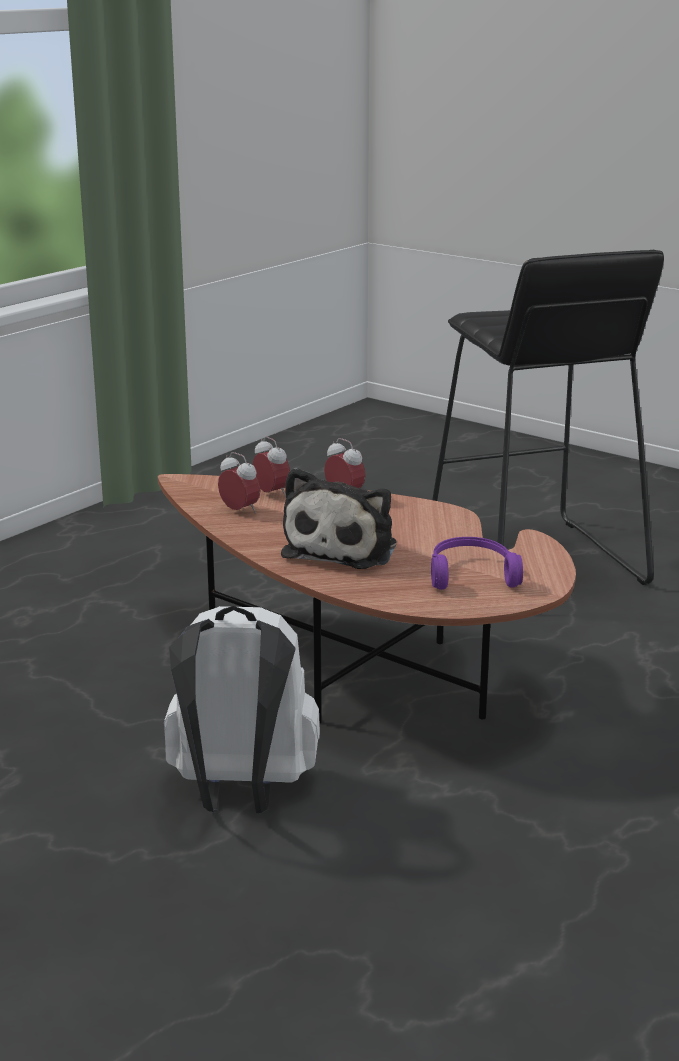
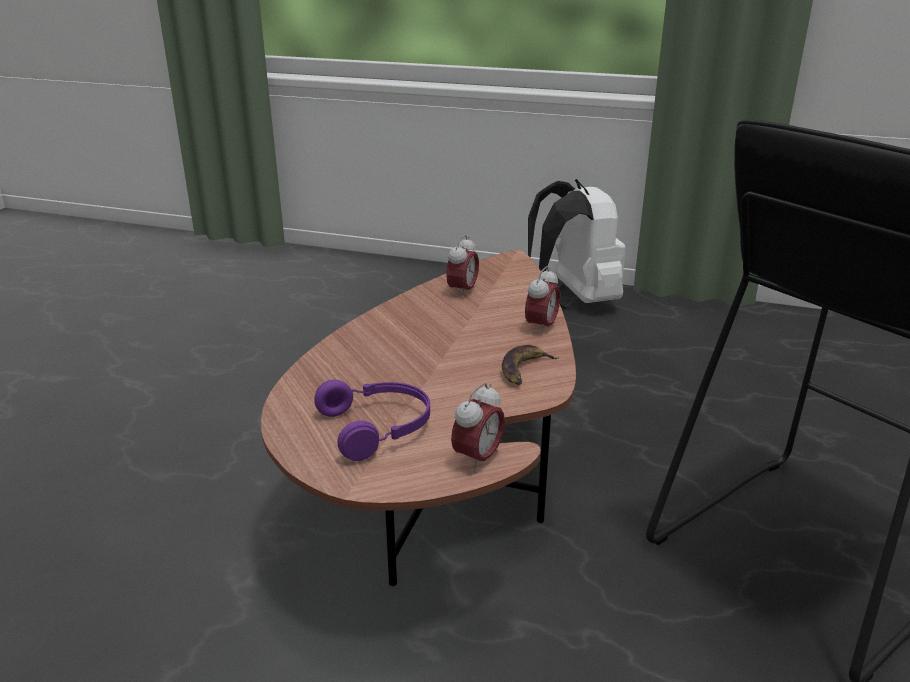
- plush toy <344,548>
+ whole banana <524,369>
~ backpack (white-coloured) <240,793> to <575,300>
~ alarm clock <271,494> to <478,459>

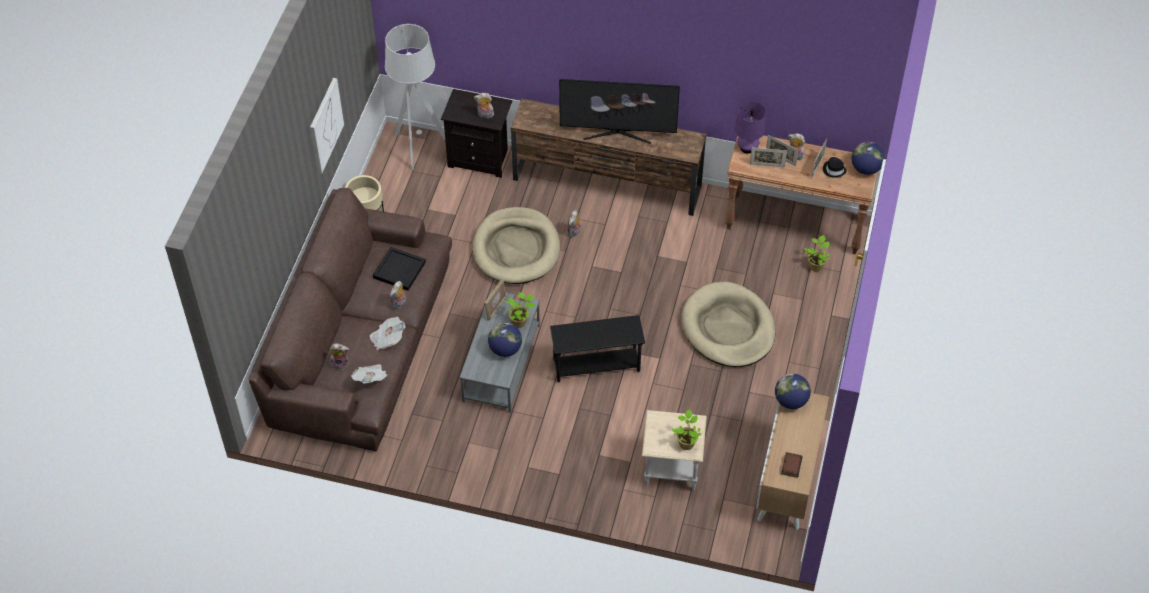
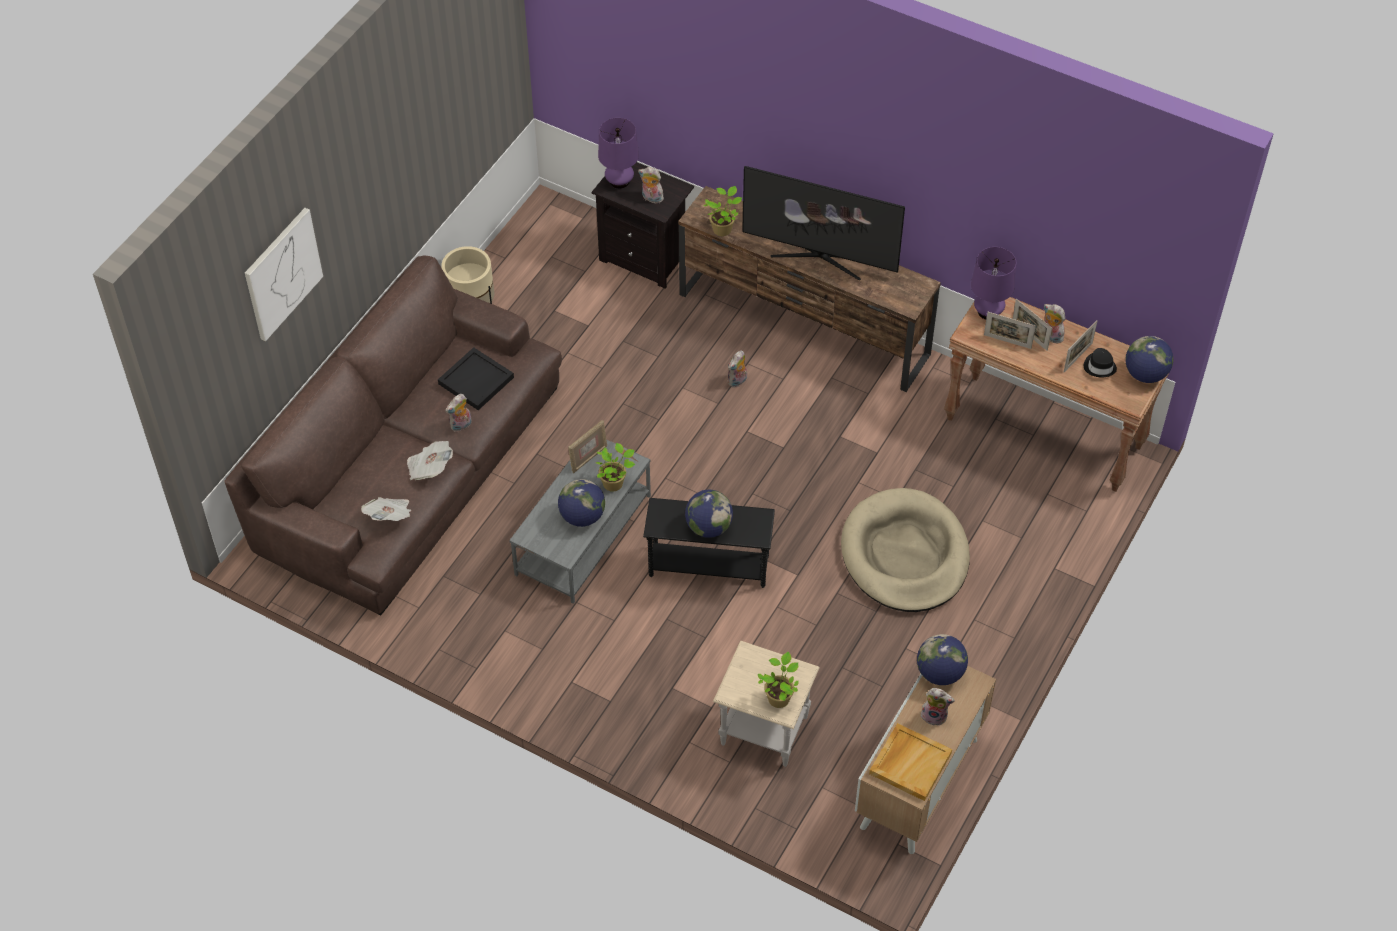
- standard lamp (grey) <418,147>
- pet bed (sand-coloured) <516,249>
+ tabletop lamp (purple-coloured) <619,181>
+ globe <708,527>
~ wall art <325,125> to <282,273>
~ plush toy <341,363> to <935,715>
~ houseplant <815,265> to <722,228>
~ bound book <790,465> to tray (sand-coloured) <910,763>

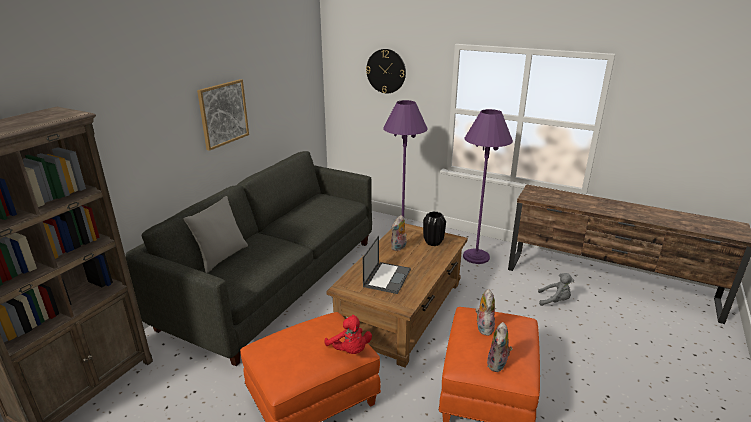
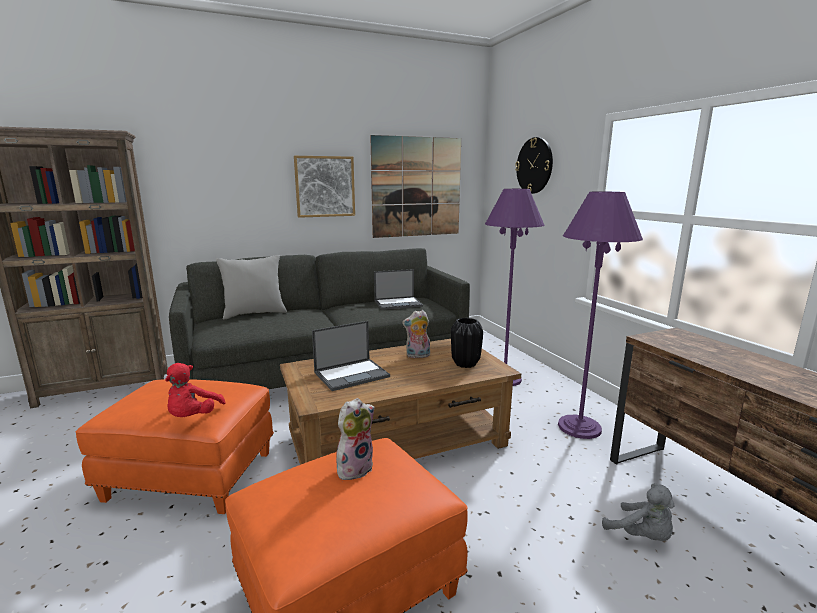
- plush toy <498,365>
+ wall art <416,187>
+ notebook computer <398,303>

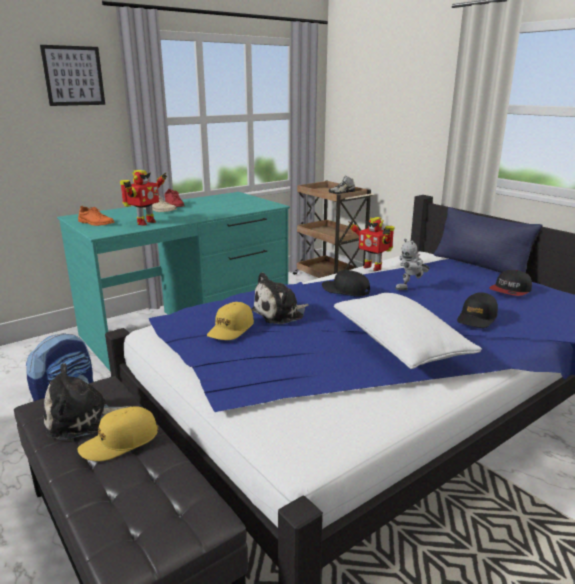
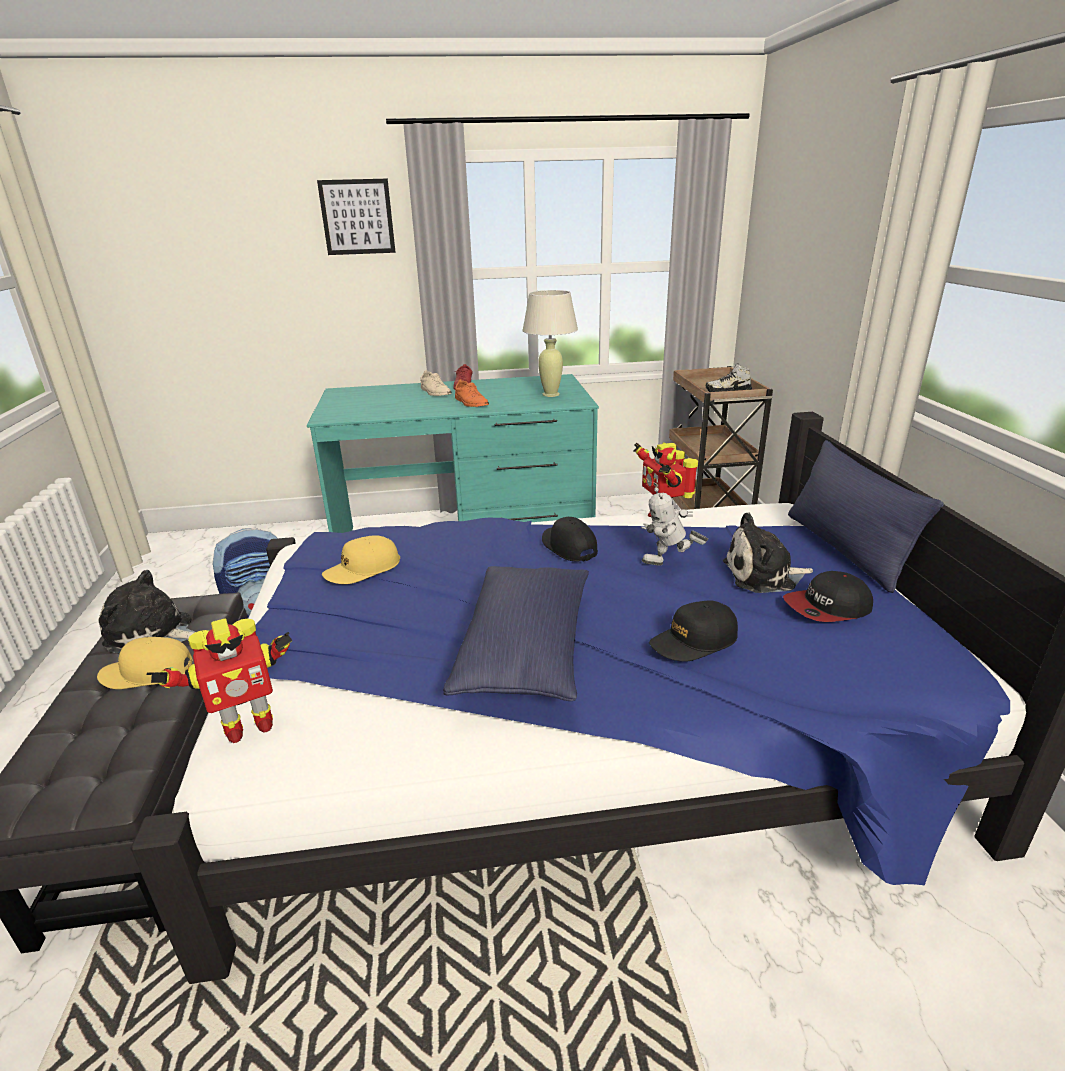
+ tabletop lamp (sand-coloured) <551,394>
~ item of footwear (orange) <96,223> to <471,403>
~ model robot <144,223> to <247,726>
~ plush toy <280,313> to <763,575>
~ pillow (white-coloured) <399,345> to pillow (blue-coloured) <526,651>

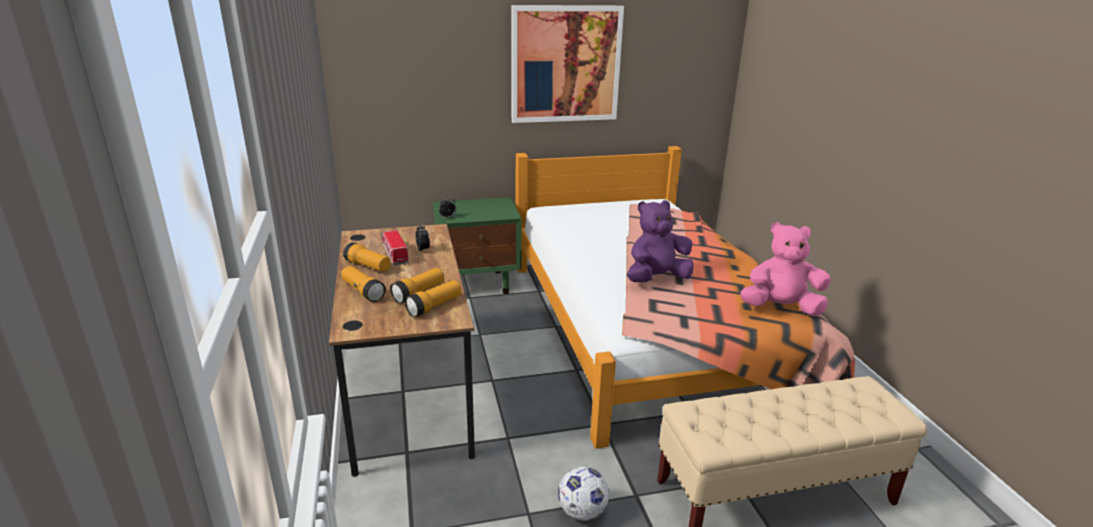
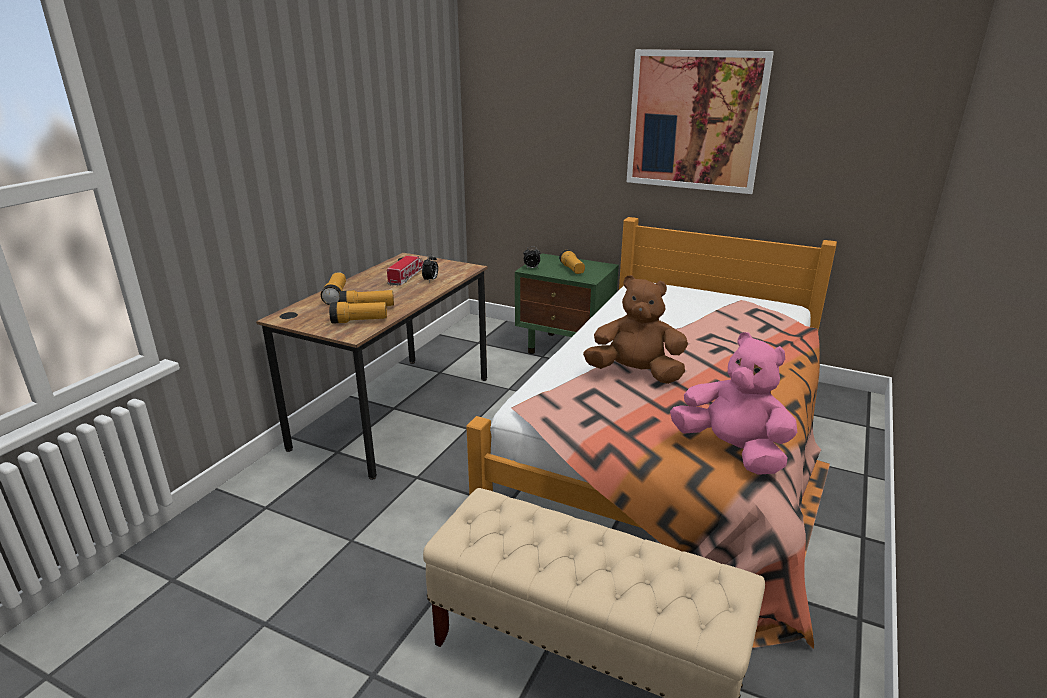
- football ball <581,511>
~ flashlight <368,266> to <572,269>
~ plush toy (purple-coloured) <656,279> to plush toy (brownish) <635,373>

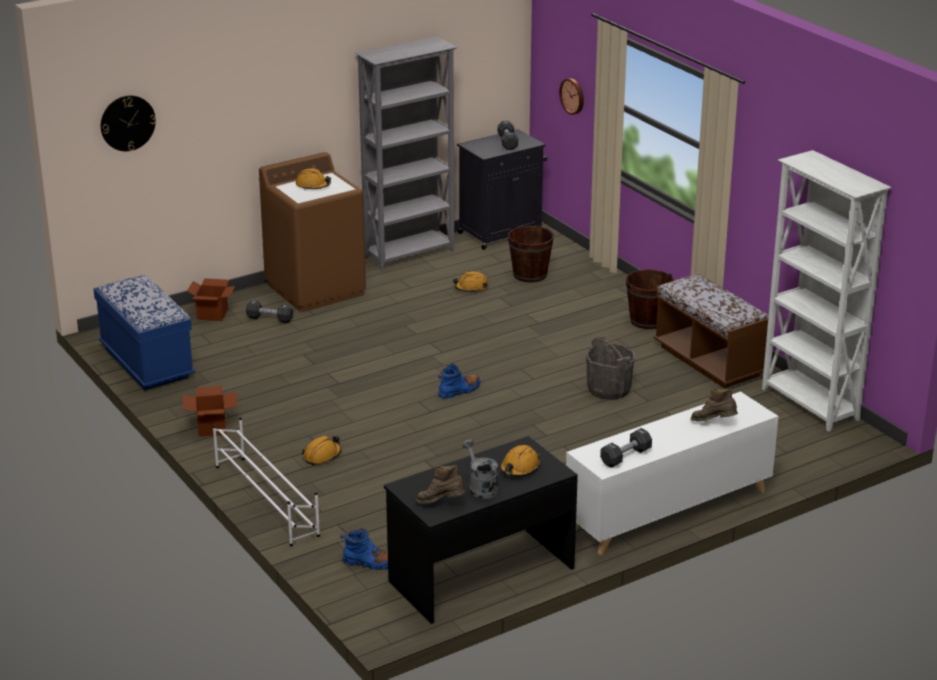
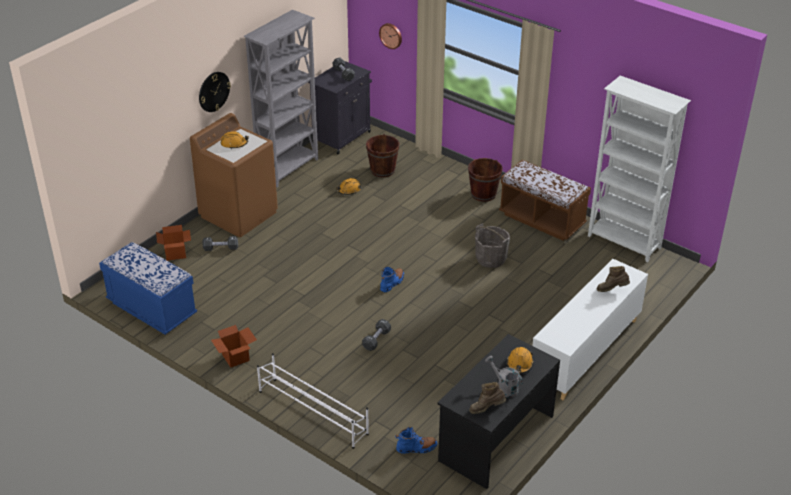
- safety helmet (orange) <322,455>
~ clock on the wall <127,123> to <213,91>
~ hand weight (black) <625,456> to <376,340>

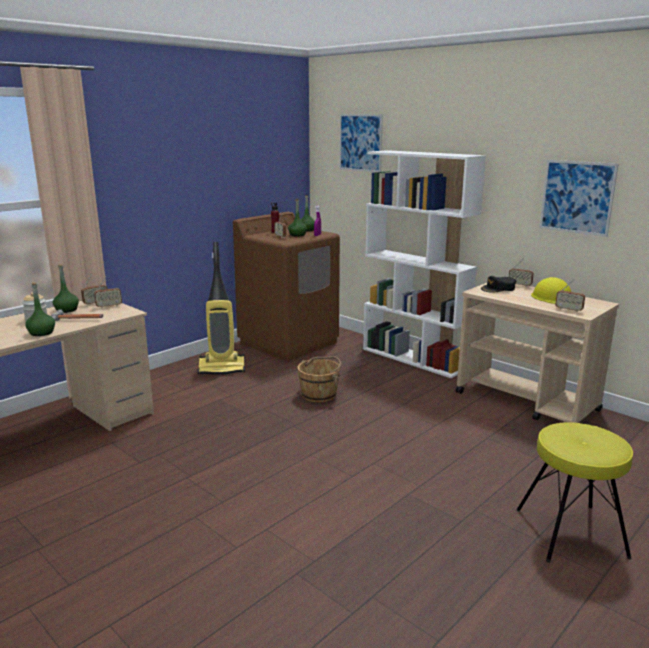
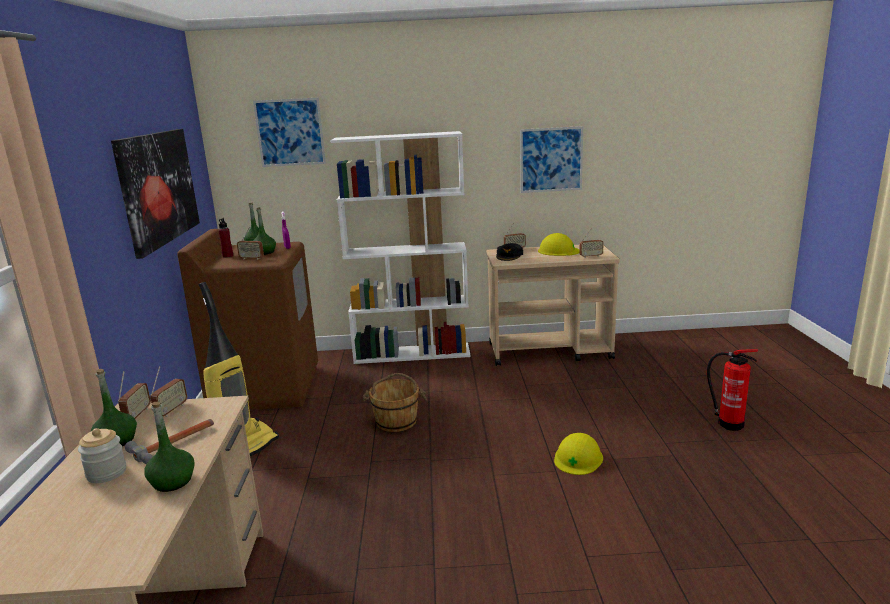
+ wall art <158,188>
+ safety helmet (yellow) <578,458>
~ stool seat (yellow) <571,533> to fire-fighting cylinder <728,423>

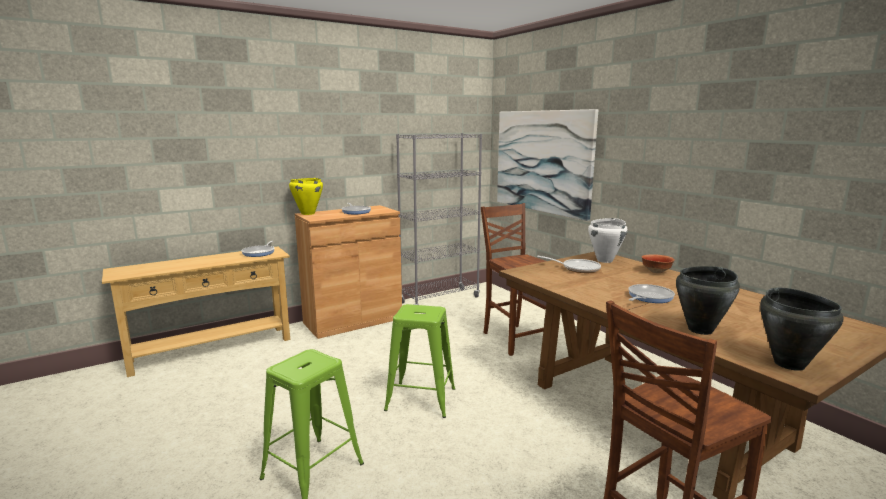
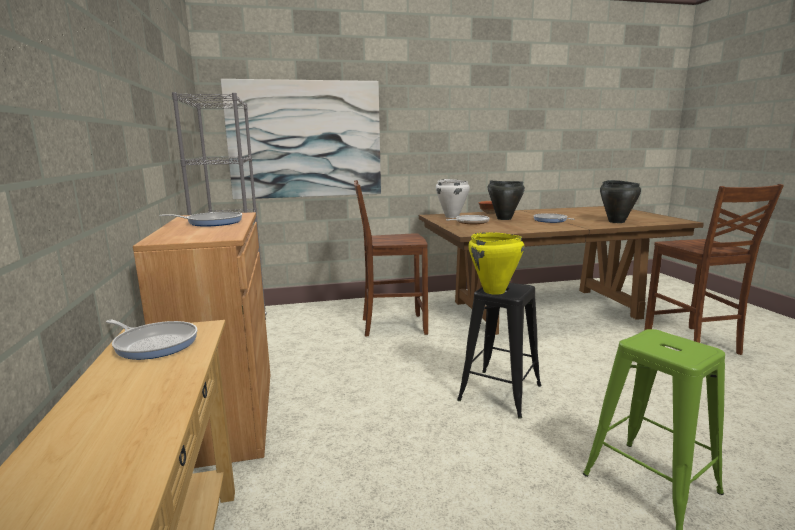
~ cooking pot (yellow) <307,213> to <494,291>
~ cooking pot (black) <789,364> to <504,218>
~ stool seat (green) <420,399> to stool seat (black) <499,393>

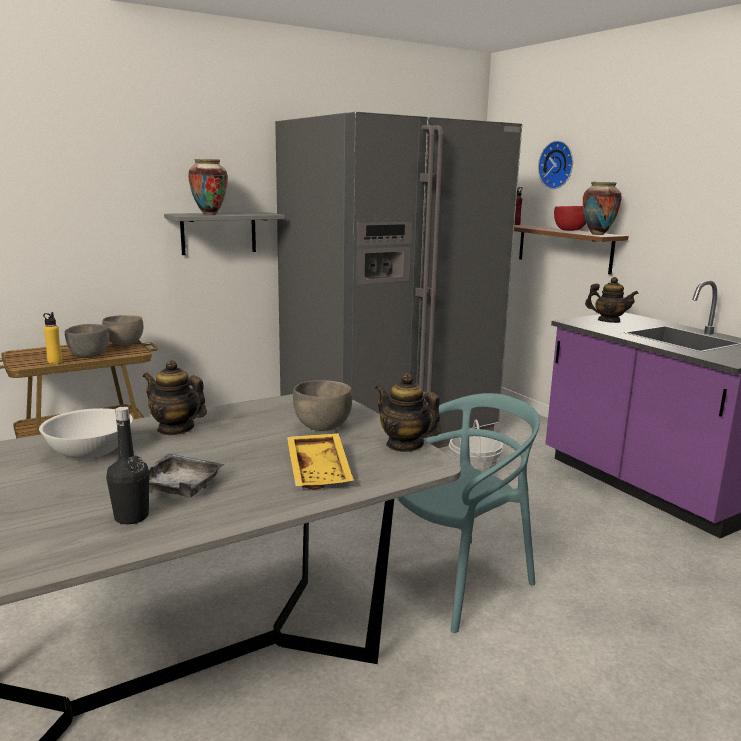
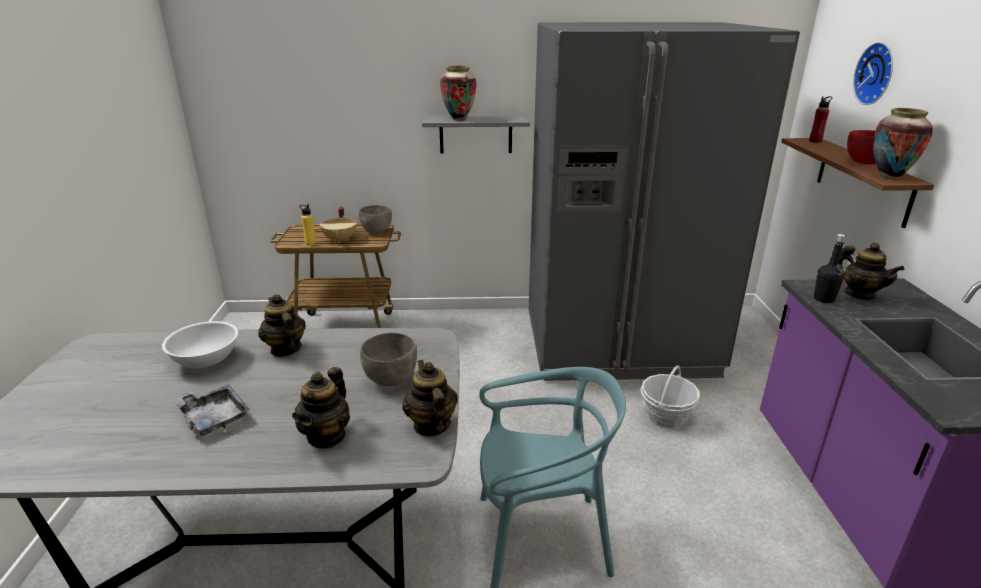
~ bottle (black) <131,517> to <824,299>
~ bowl (grey) <89,356> to cooking pot (sand-coloured) <341,240>
~ tray (yellow) <320,471> to pot for tea <326,436>

